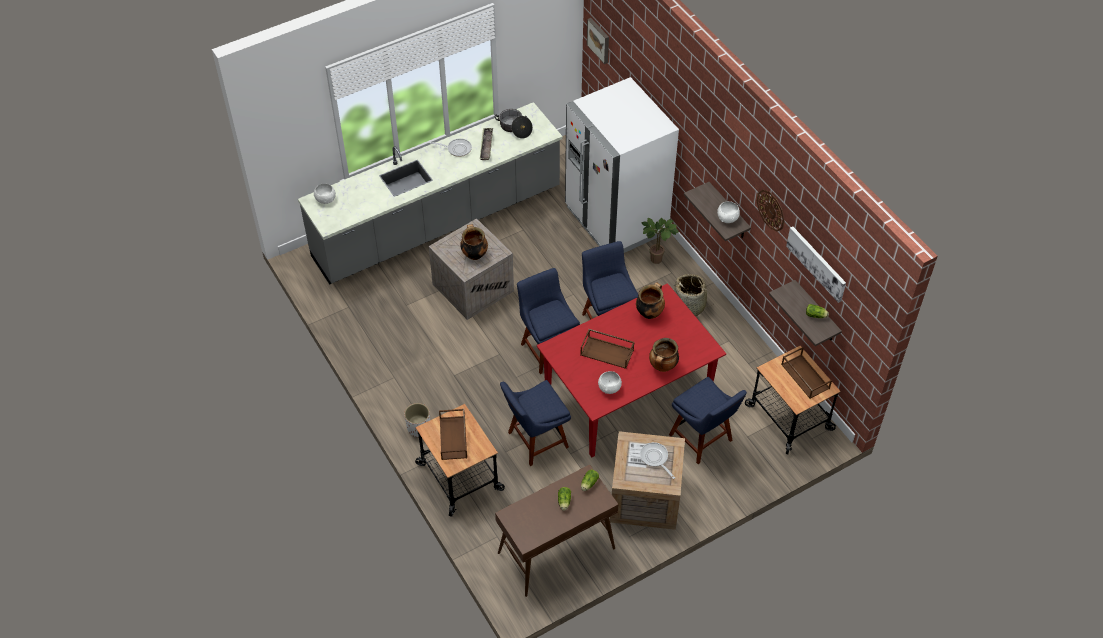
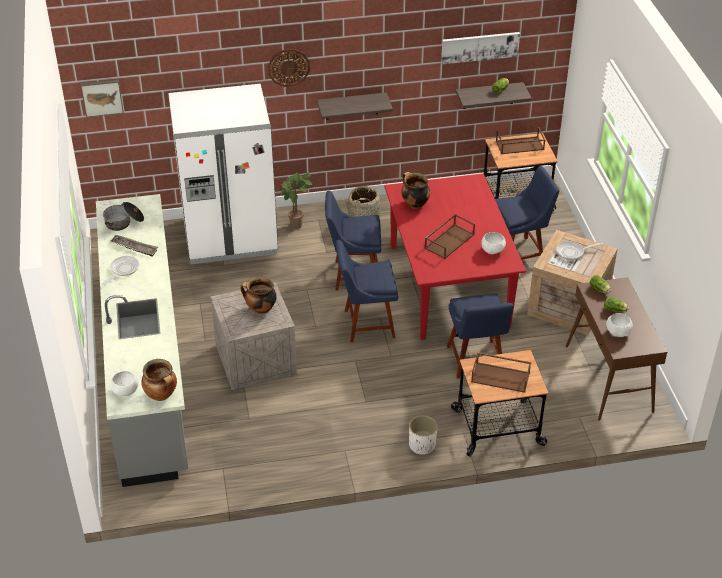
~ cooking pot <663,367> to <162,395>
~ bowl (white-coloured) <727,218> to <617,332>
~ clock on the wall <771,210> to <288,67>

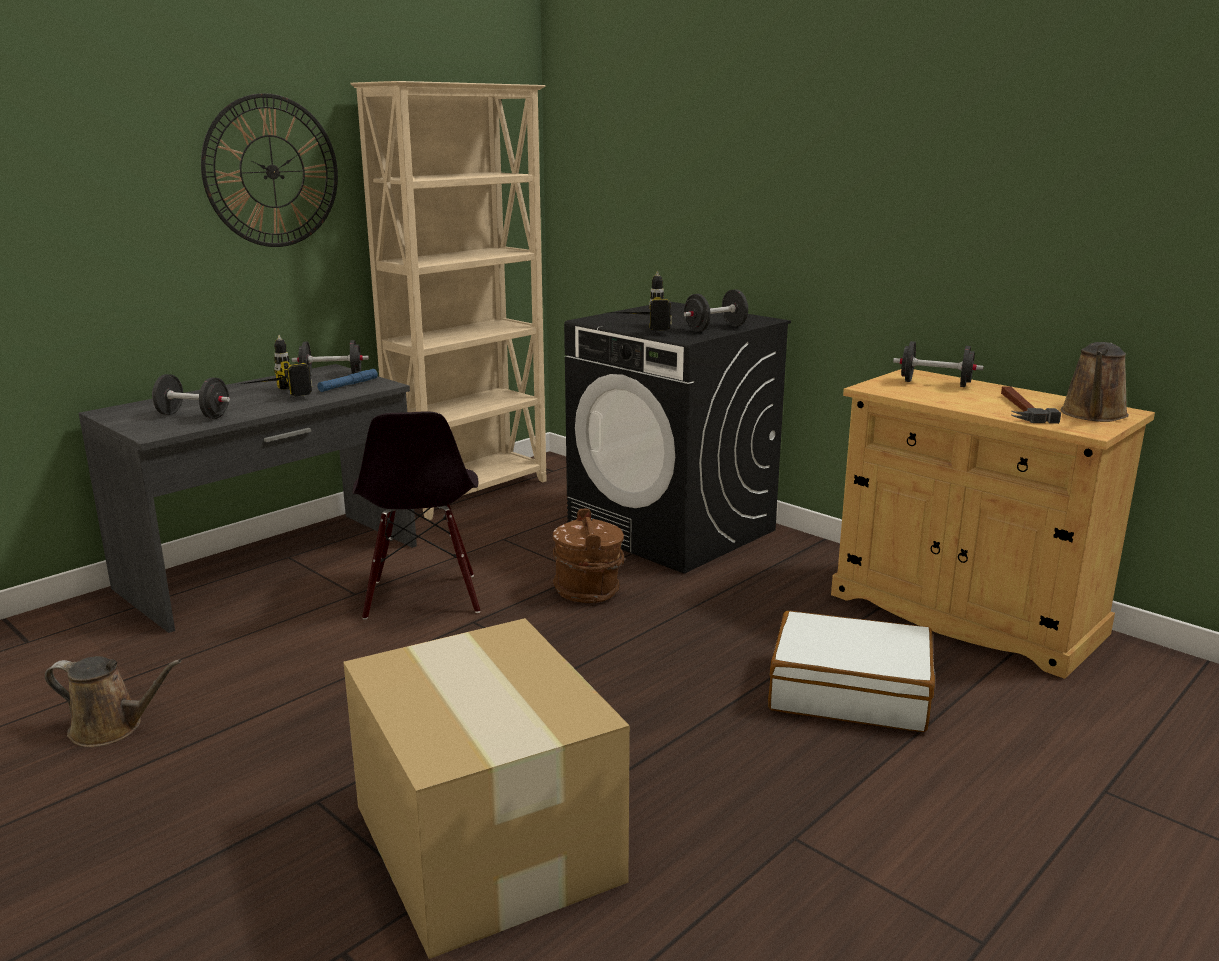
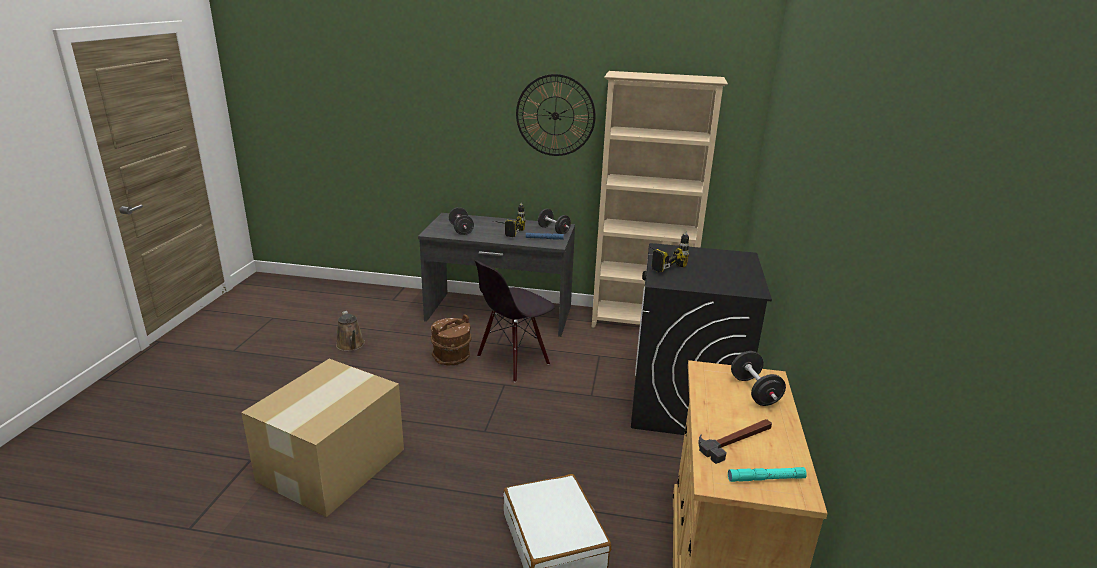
- hand weight (black) <715,328>
~ water bucket (brownish) <588,590> to <451,357>
~ sprinkling can (brownish) <1093,415> to flashlight (blue-green) <766,478>

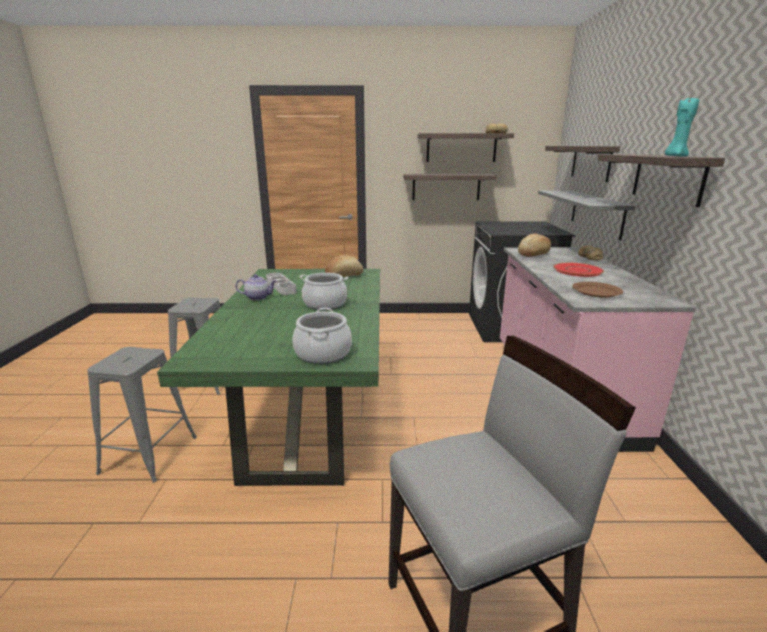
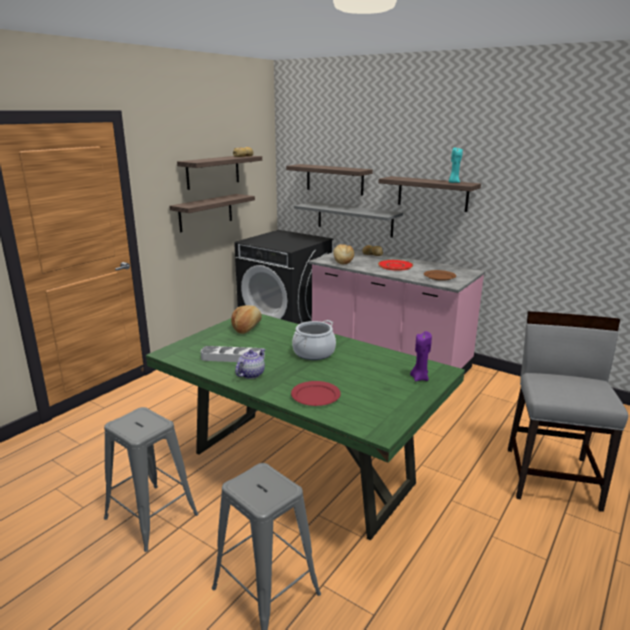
+ plate (red) <315,396>
~ cooking pot <323,353> to wax light (purple-coloured) <419,378>

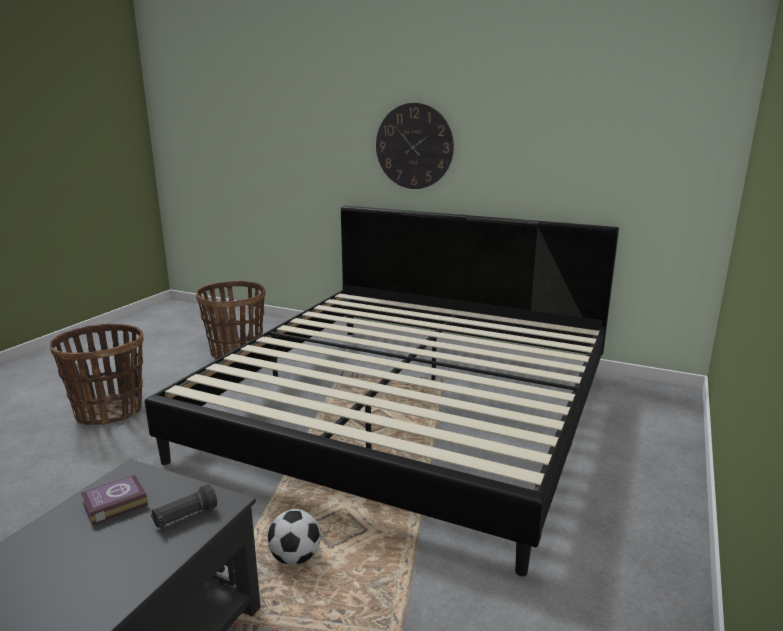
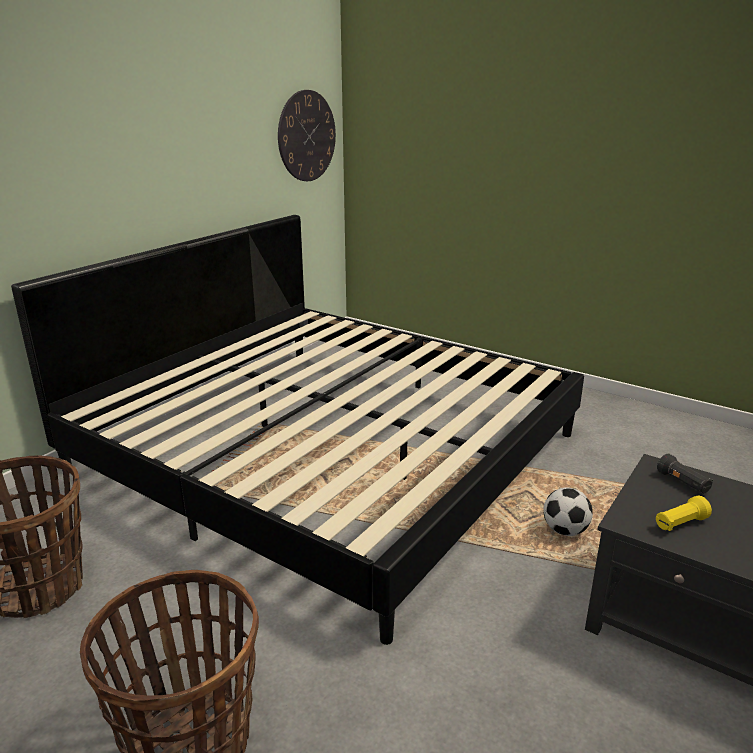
~ clock on the wall <414,146> to <307,136>
~ bound book <113,504> to flashlight (yellow) <679,523>

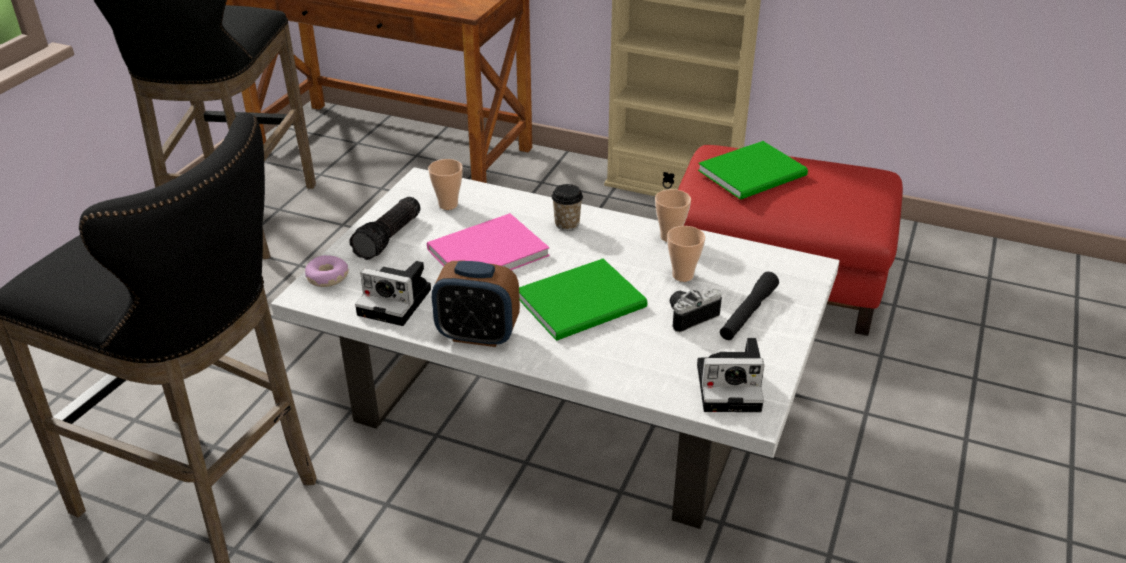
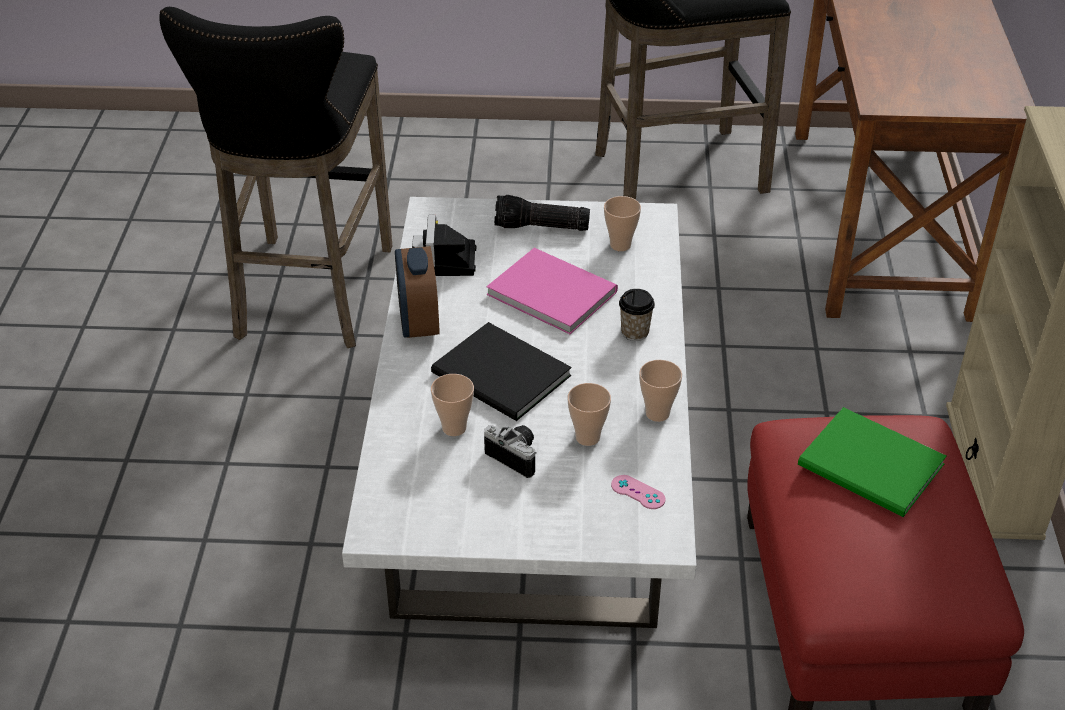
- donut <327,277>
- photo camera <731,386>
- flashlight (black) <748,313>
+ drinking cup <454,428>
+ gamepad (pinkish) <638,492>
~ bound book (green) <585,303> to bound book (black) <502,378>

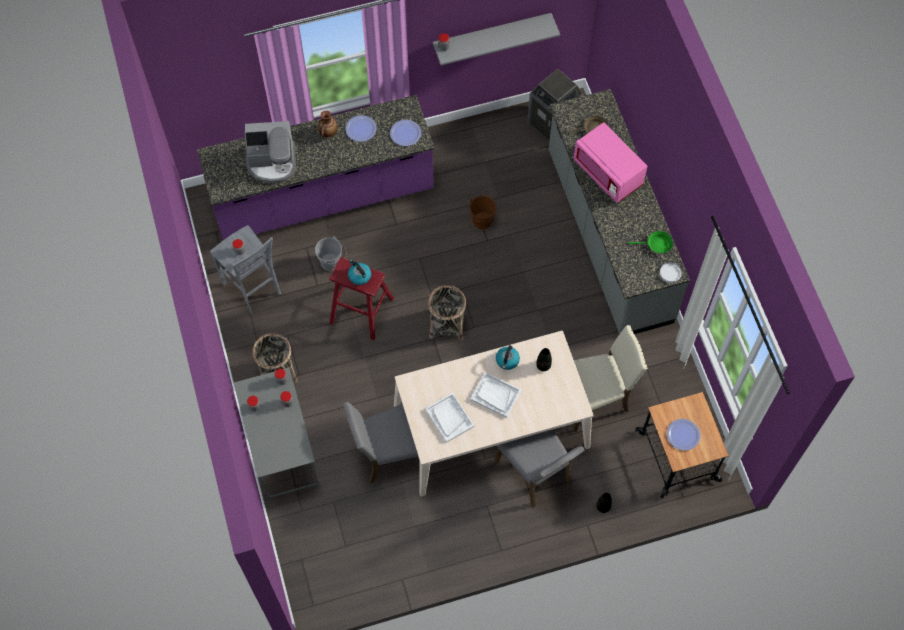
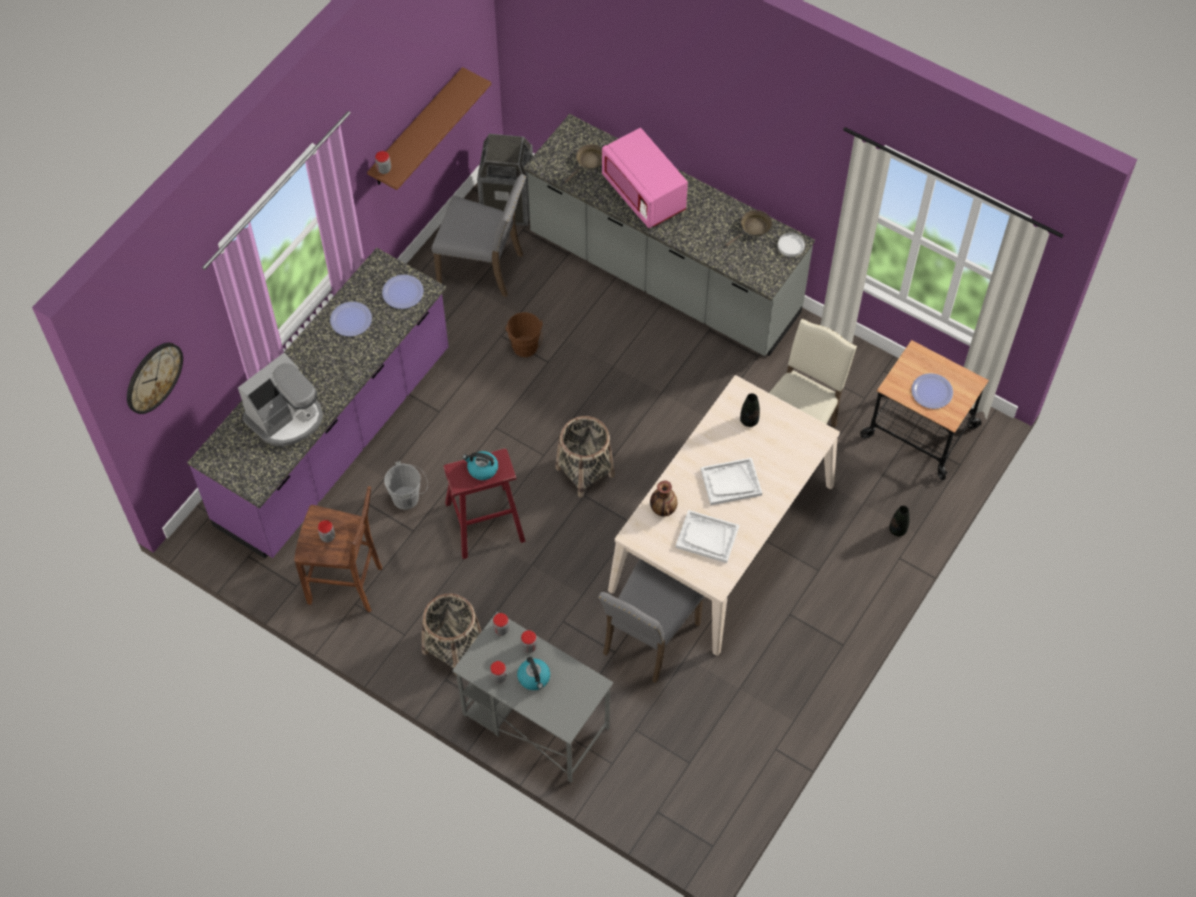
+ clock on the wall <153,377>
~ decorative vase <328,132> to <663,508>
~ chair (grey) <536,472> to <483,267>
~ water kettle <507,361> to <534,678>
~ stool seat (grey) <253,289> to stool seat (brownish) <347,585>
~ wall shelf (grey) <492,34> to wall shelf (brownish) <416,129>
~ pan (green) <656,244> to pan (brownish) <753,228>
~ kitchen microwave (pinkish) <608,173> = <644,194> 45 degrees clockwise

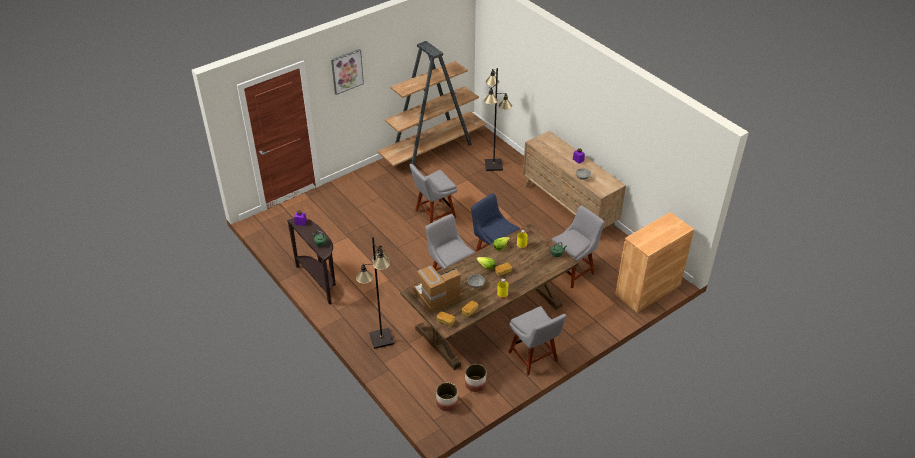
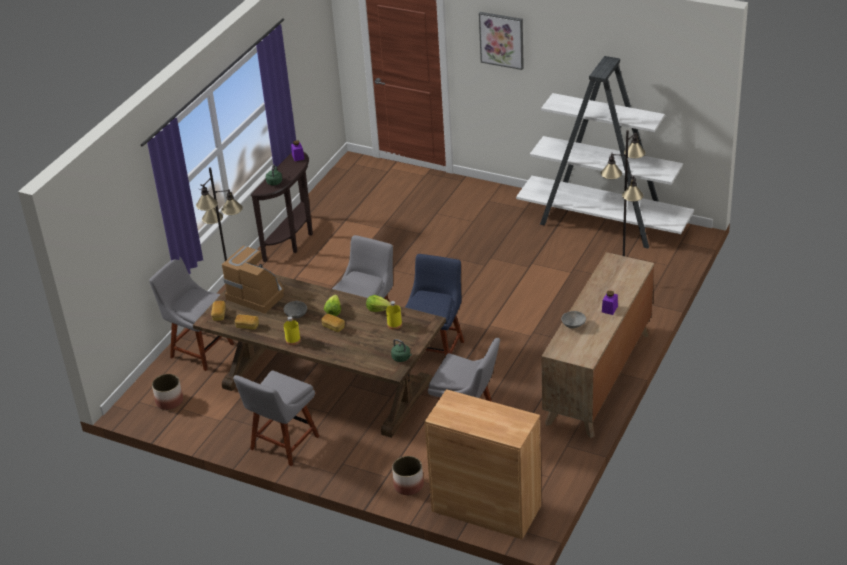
~ chair (grey) <433,214> to <199,349>
~ plant pot <475,384> to <409,485>
~ shelving unit (brownish) <433,149> to shelving unit (white-coloured) <604,223>

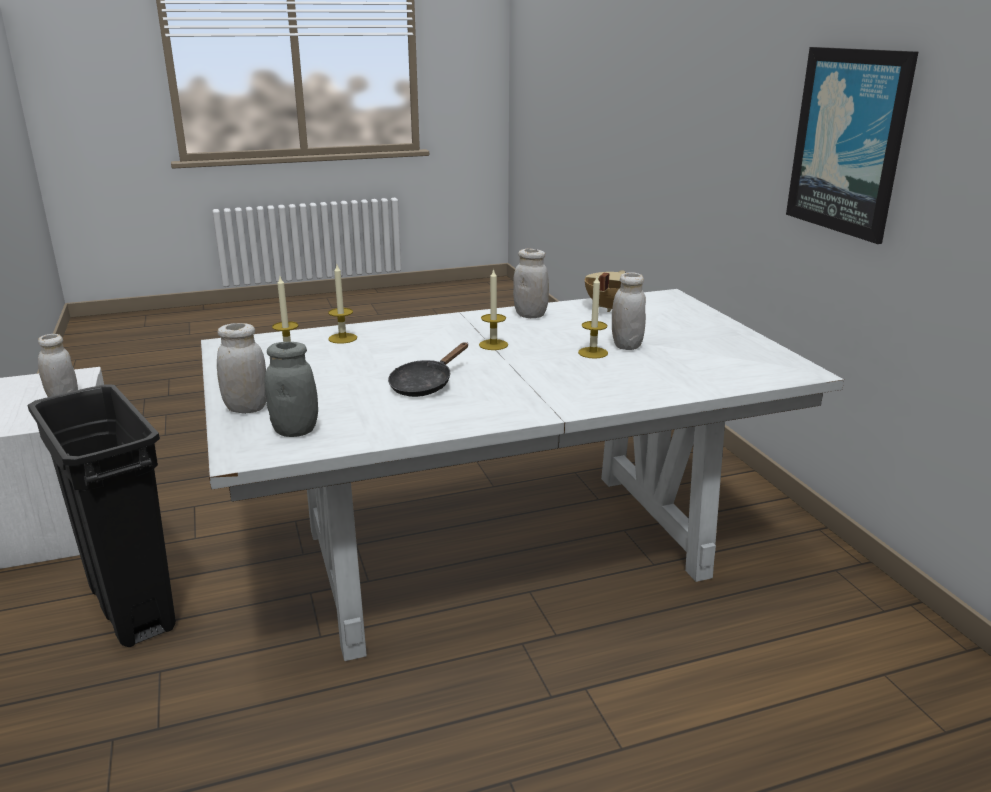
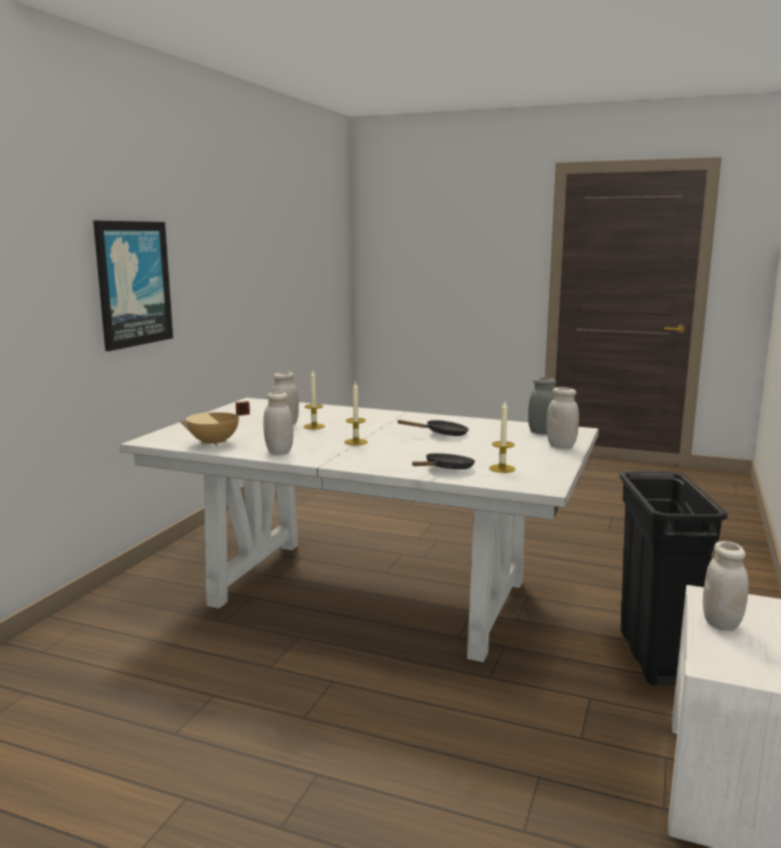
~ wax light <342,338> to pan (black) <446,469>

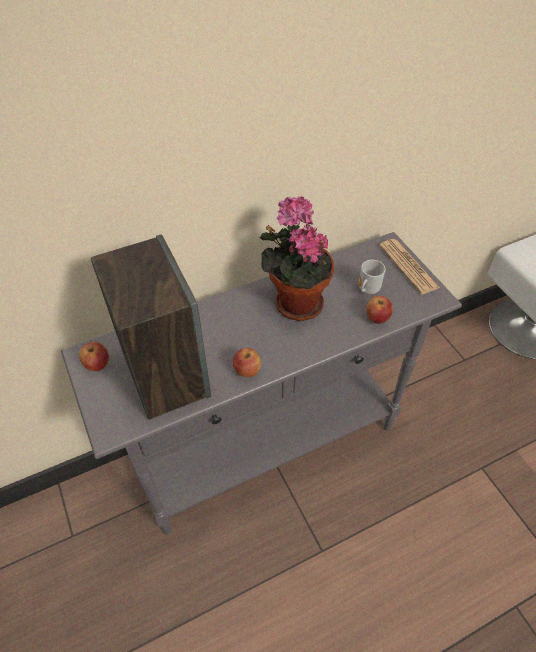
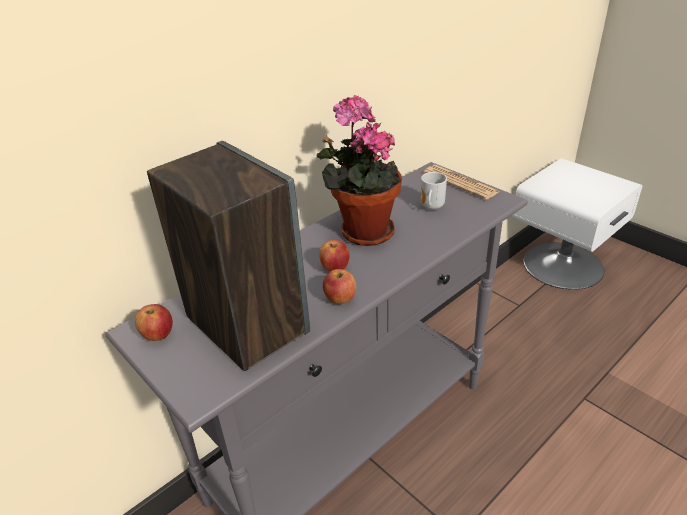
~ whole apple <377,318> to <335,268>

